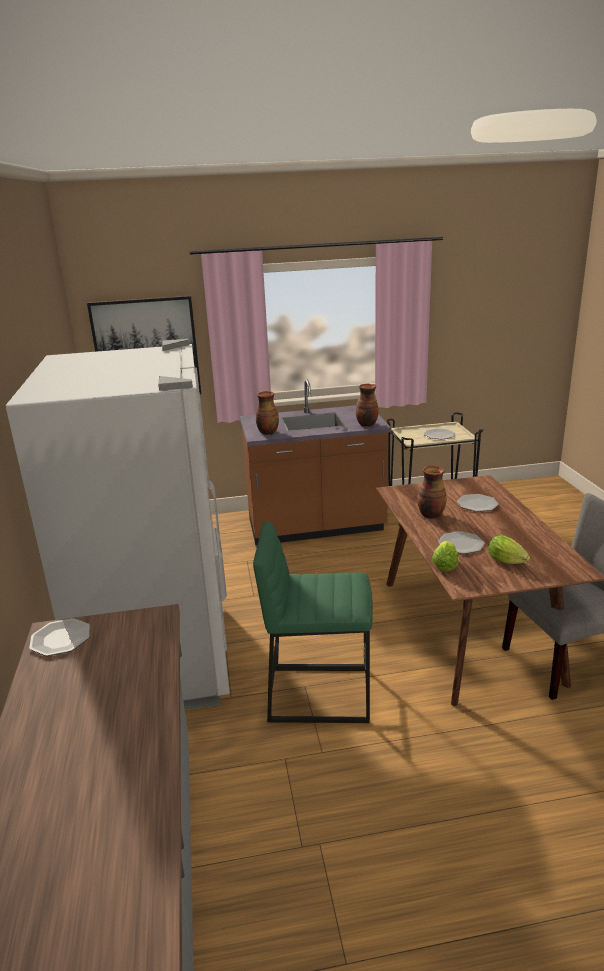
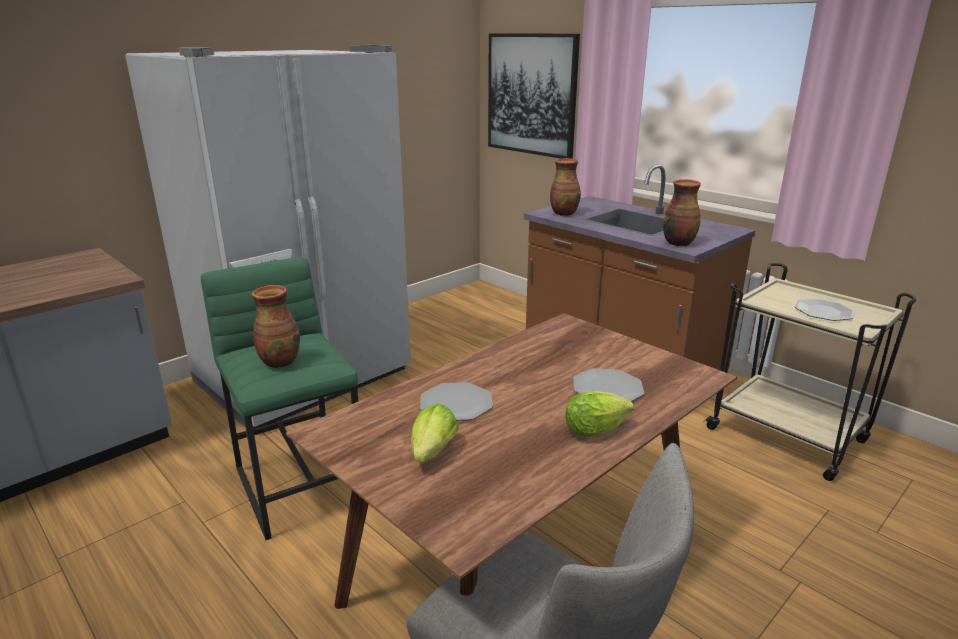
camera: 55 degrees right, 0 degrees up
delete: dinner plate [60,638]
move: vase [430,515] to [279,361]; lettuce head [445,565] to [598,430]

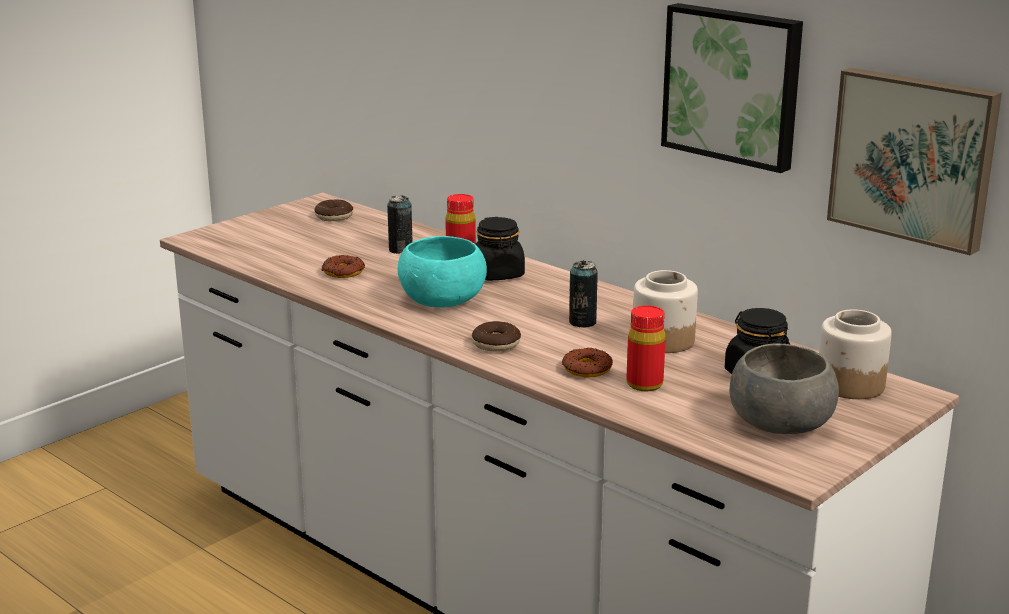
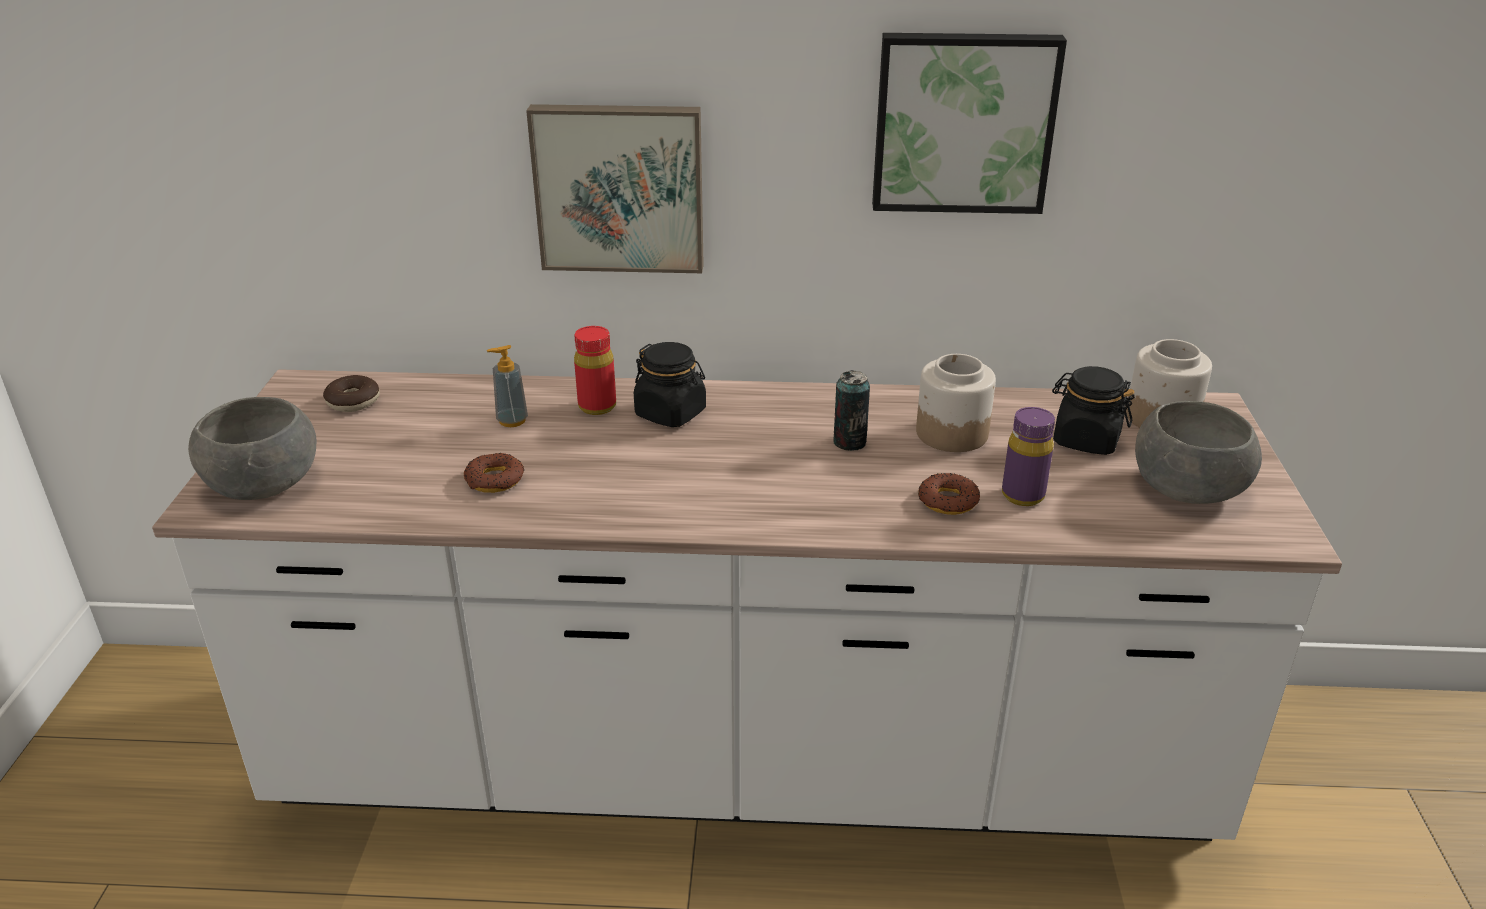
camera: 40 degrees left, 10 degrees up
delete: turquoise bowl [442,300]; donut [496,344]
insert: grey bowl [263,483]
move: wall art [914,157] to [620,187]
replace: sealed can [400,250] to soap bottle [512,420]
recolor: red-coloured drink bottle [644,384] to purplish drink bottle [1023,495]

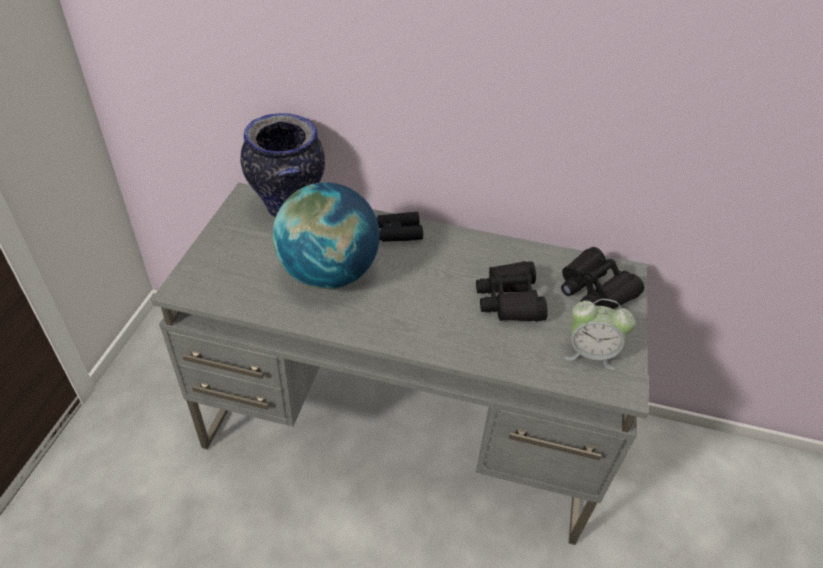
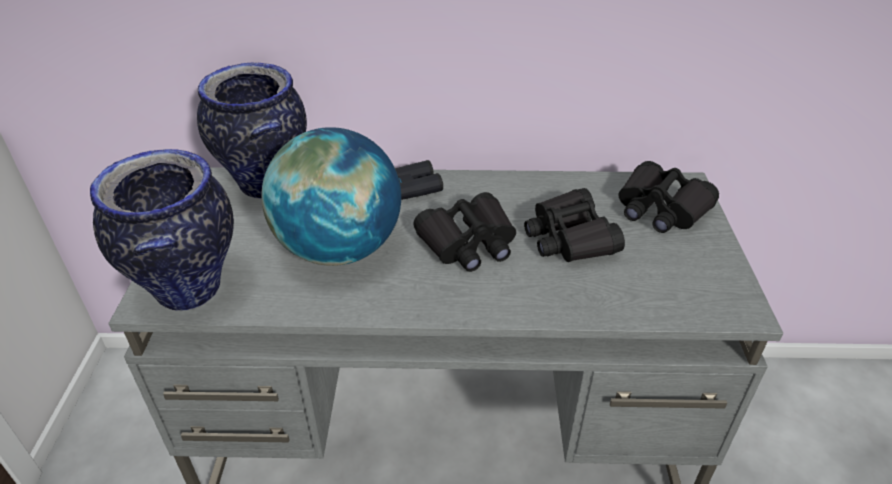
camera: 10 degrees left, 5 degrees down
delete: bedside clock [590,353]
insert: vase [189,292]; black-coloured binoculars [468,243]

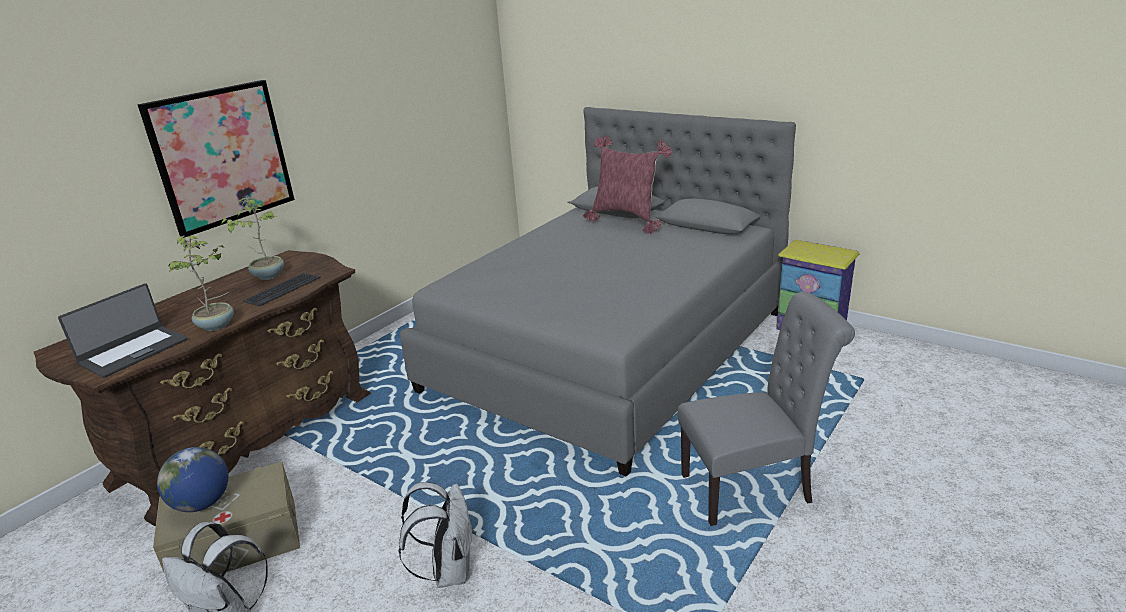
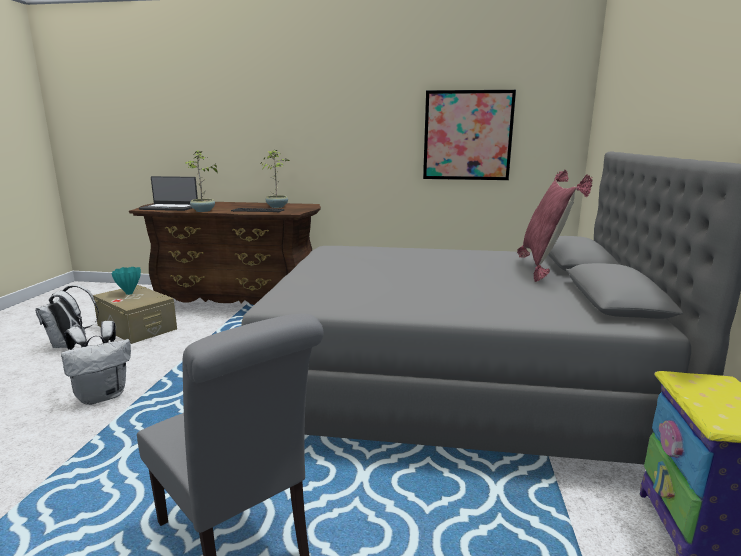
camera: 60 degrees right, 10 degrees down
move: wall art [222,156] to [467,135]
replace: globe [202,503] to turquoise vase [130,293]

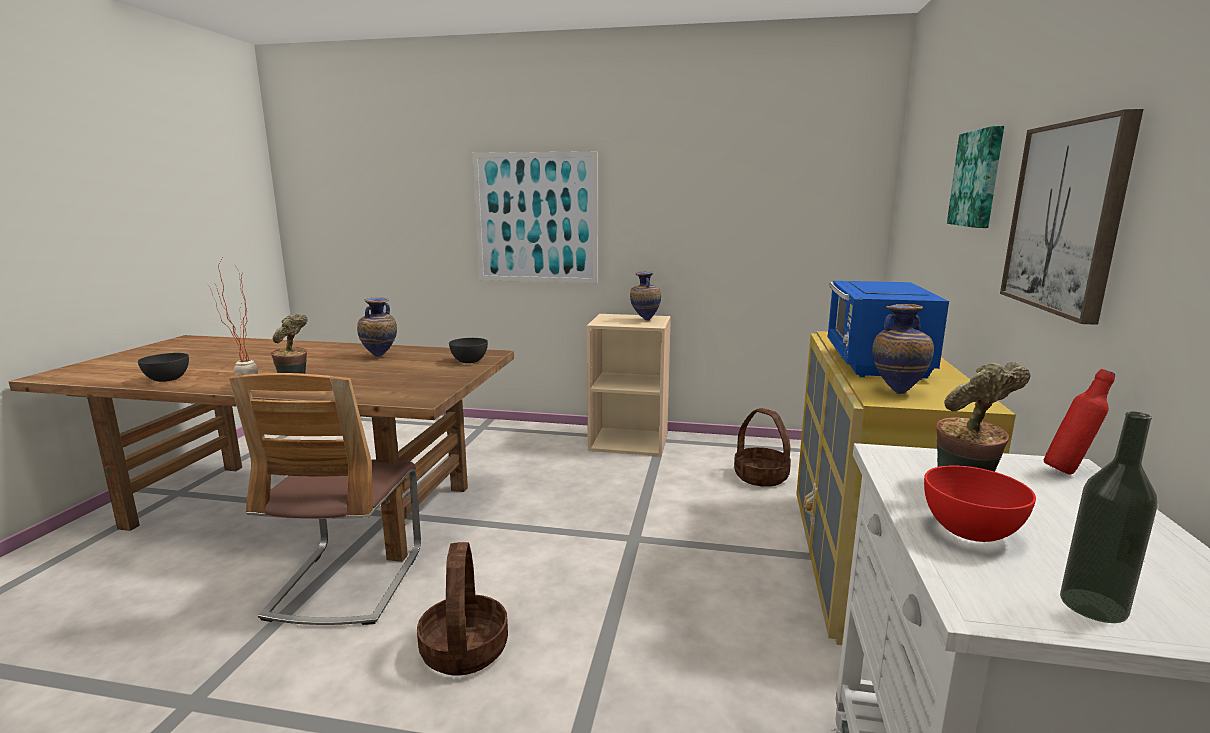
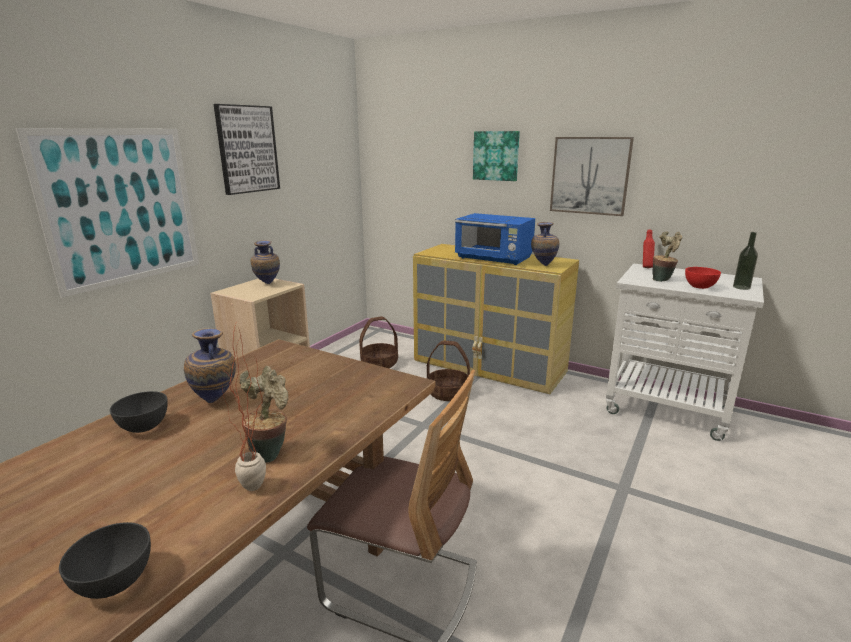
camera: 70 degrees left, 5 degrees up
insert: wall art [247,149]
move: household basket [464,649] to [447,393]; grey bowl [469,361] to [144,427]

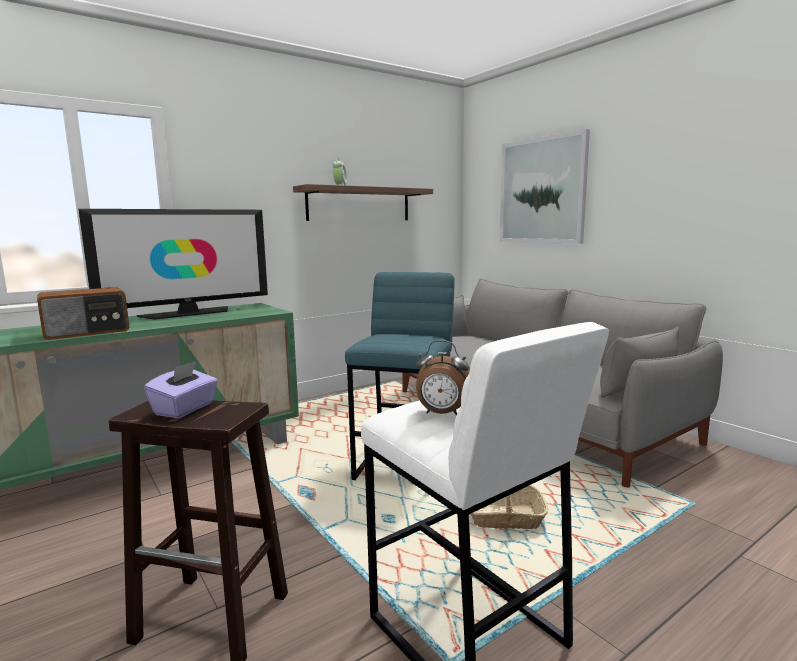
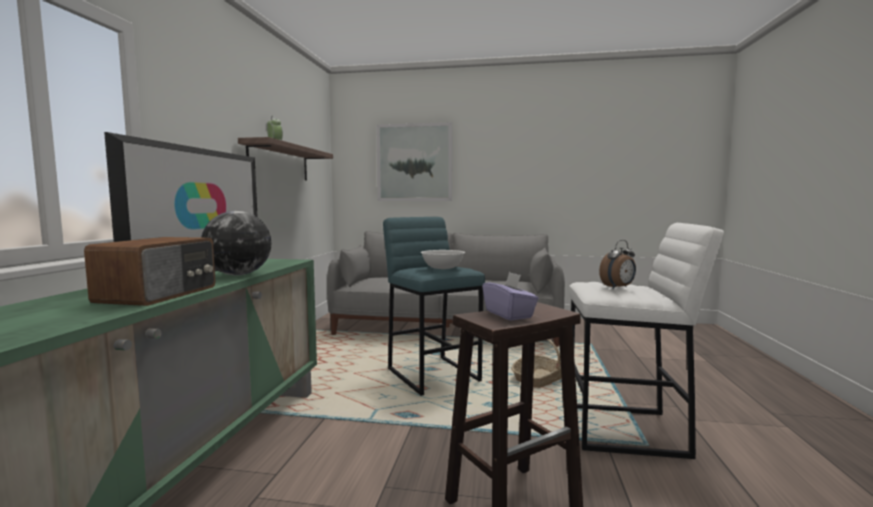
camera: 45 degrees left, 5 degrees down
insert: globe [239,275]; whitish bowl [442,268]

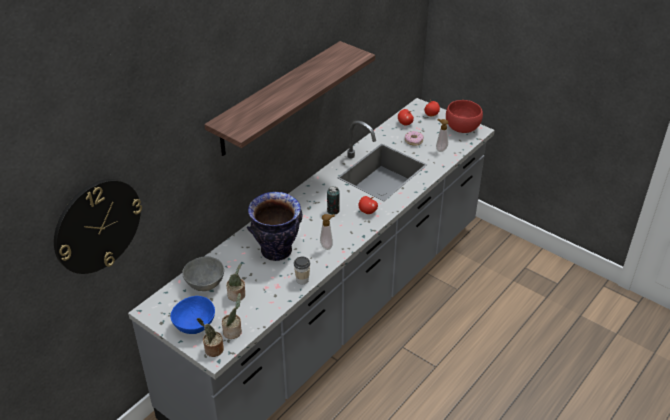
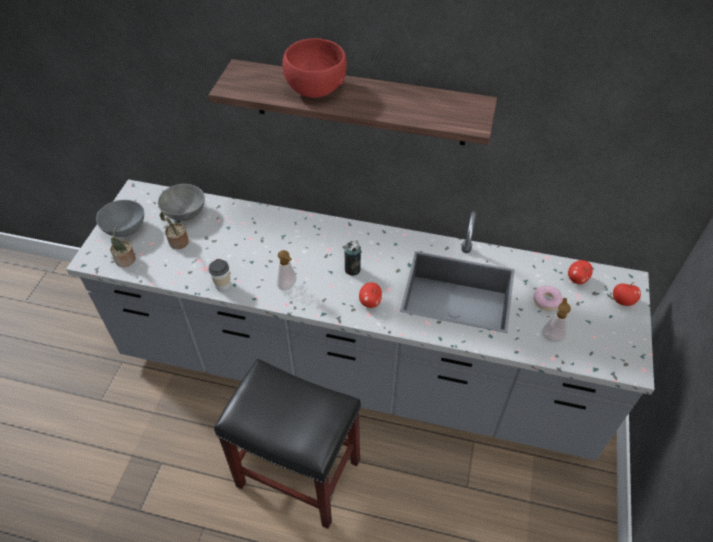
camera: 65 degrees right, 10 degrees up
delete: wall clock [97,225]; plant in a pot [212,350]; vase [277,251]
insert: black-coloured sitting stool [300,472]
move: red-coloured bowl [462,128] to [315,89]
recolor: bluish bowl [196,325] to grey bowl [126,230]

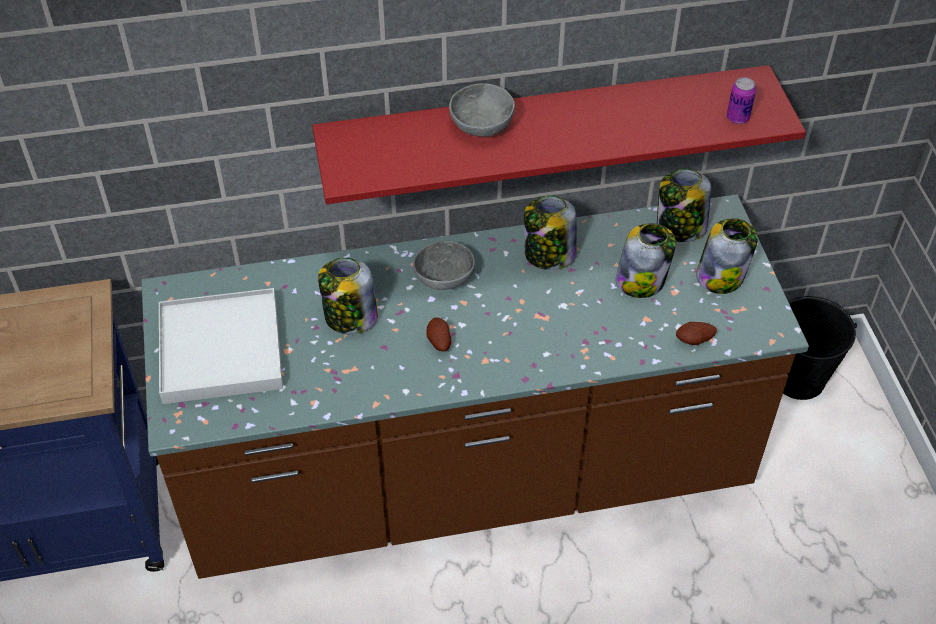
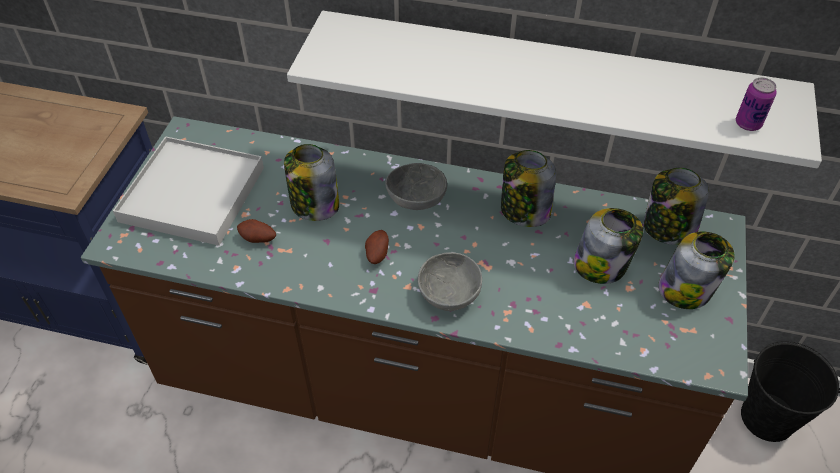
camera: 25 degrees right, 0 degrees up
move: grey bowl [481,126] to [448,294]; spud [694,341] to [257,239]
recolor: red-coloured bracket shelf [544,126] to whitish bracket shelf [550,81]

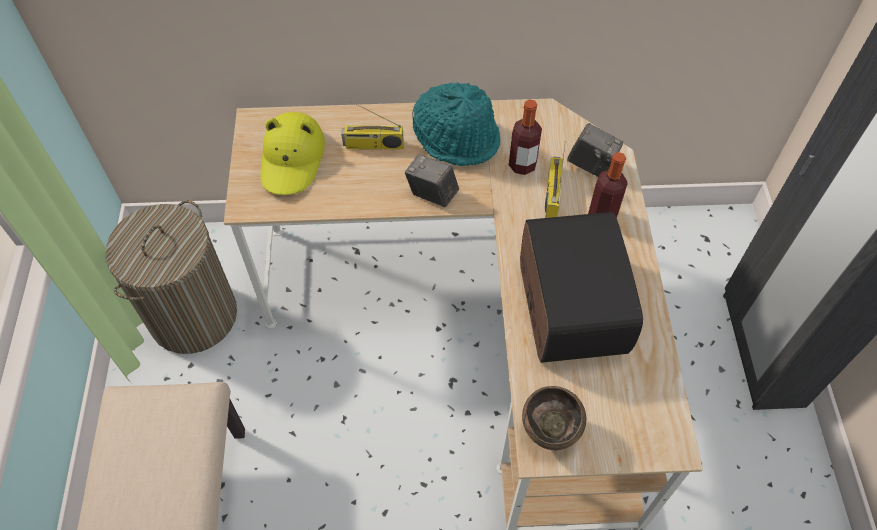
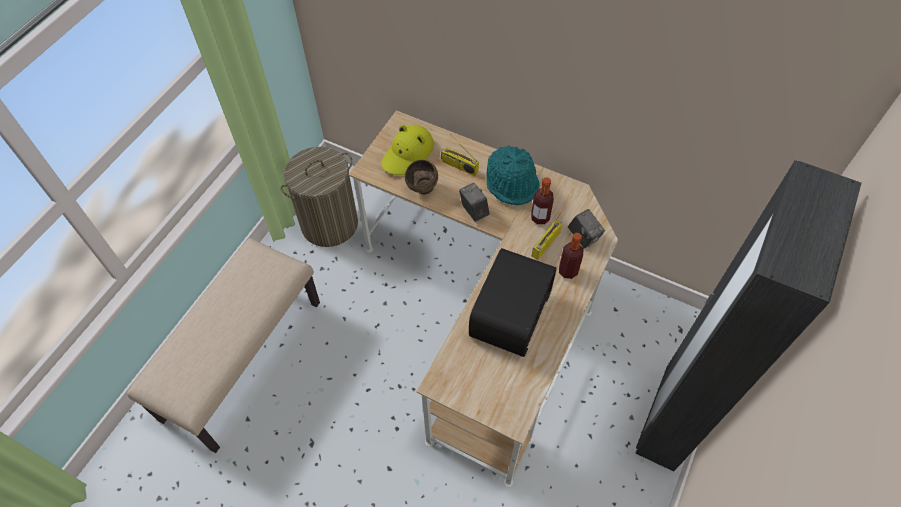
camera: 30 degrees right, 0 degrees up
move: brown-coloured bowl [550,432] to [422,189]

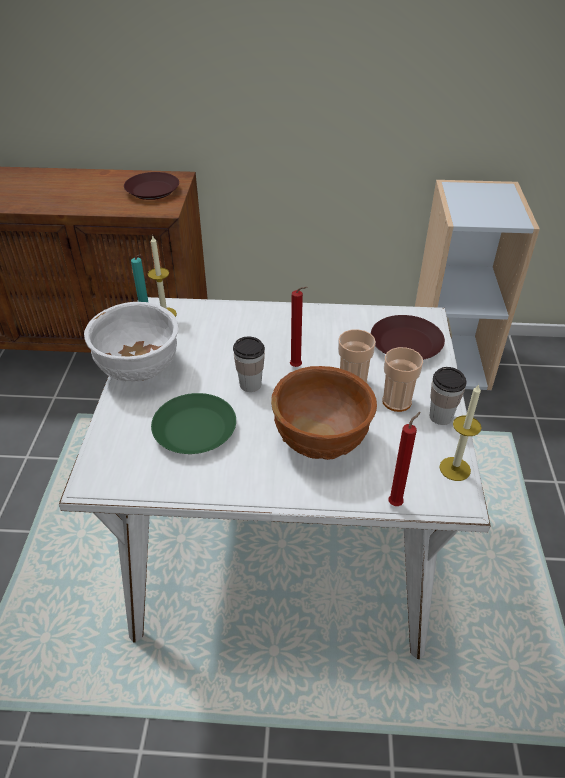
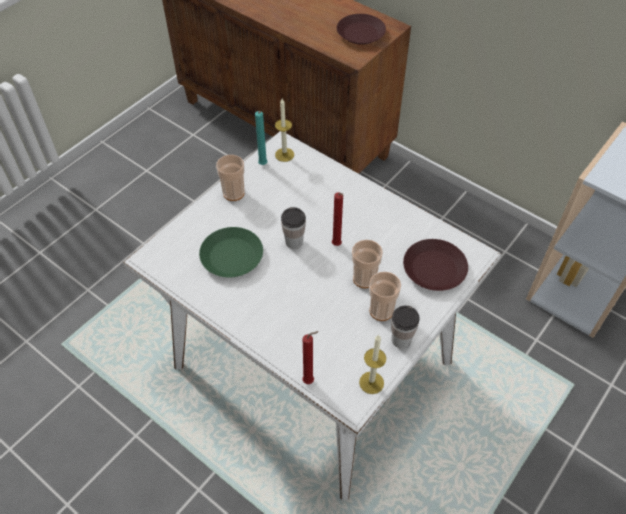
camera: 35 degrees right, 10 degrees up
delete: brown-coloured bowl [322,442]
replace: whitish bowl [139,370] to drinking cup [233,193]

